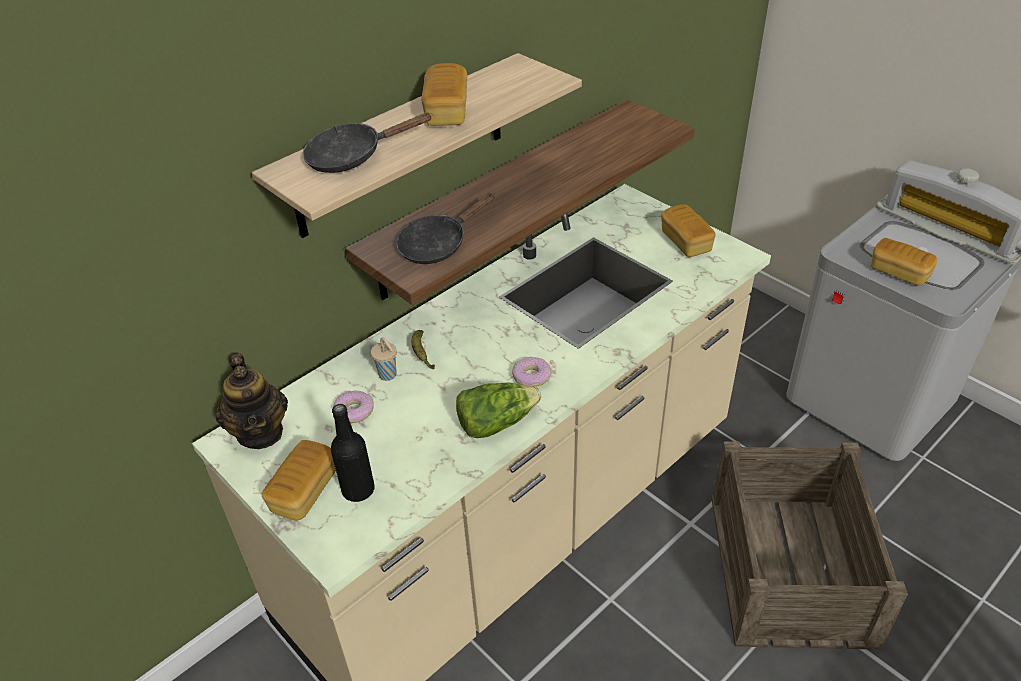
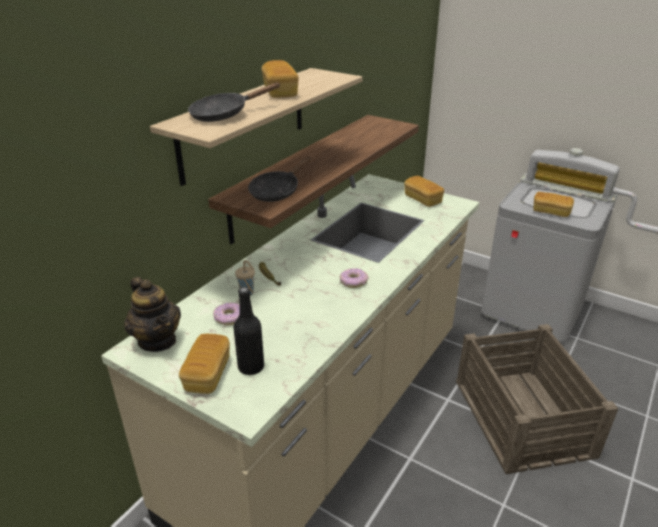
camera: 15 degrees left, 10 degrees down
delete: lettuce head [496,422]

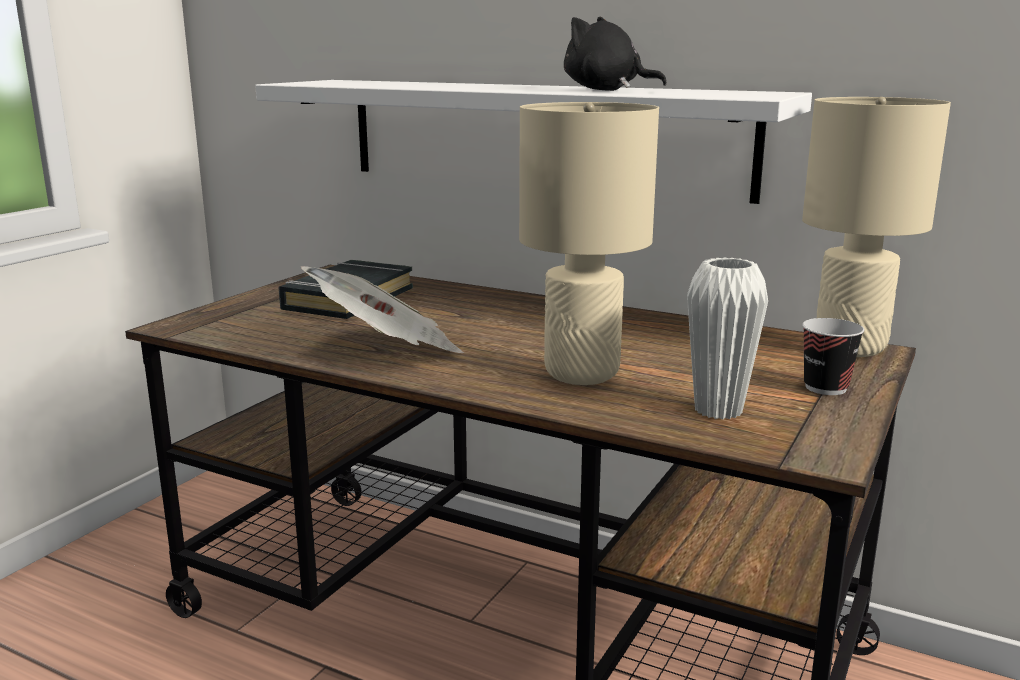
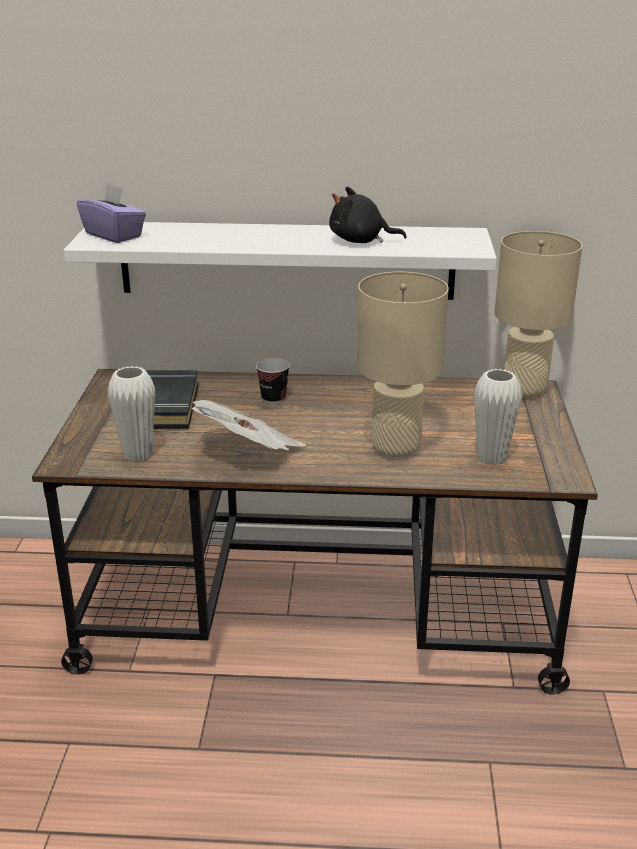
camera: 25 degrees left, 10 degrees up
insert: purplish tissue holder [114,235]; whitish vase [138,454]
move: drinking cup [825,387] to [273,398]

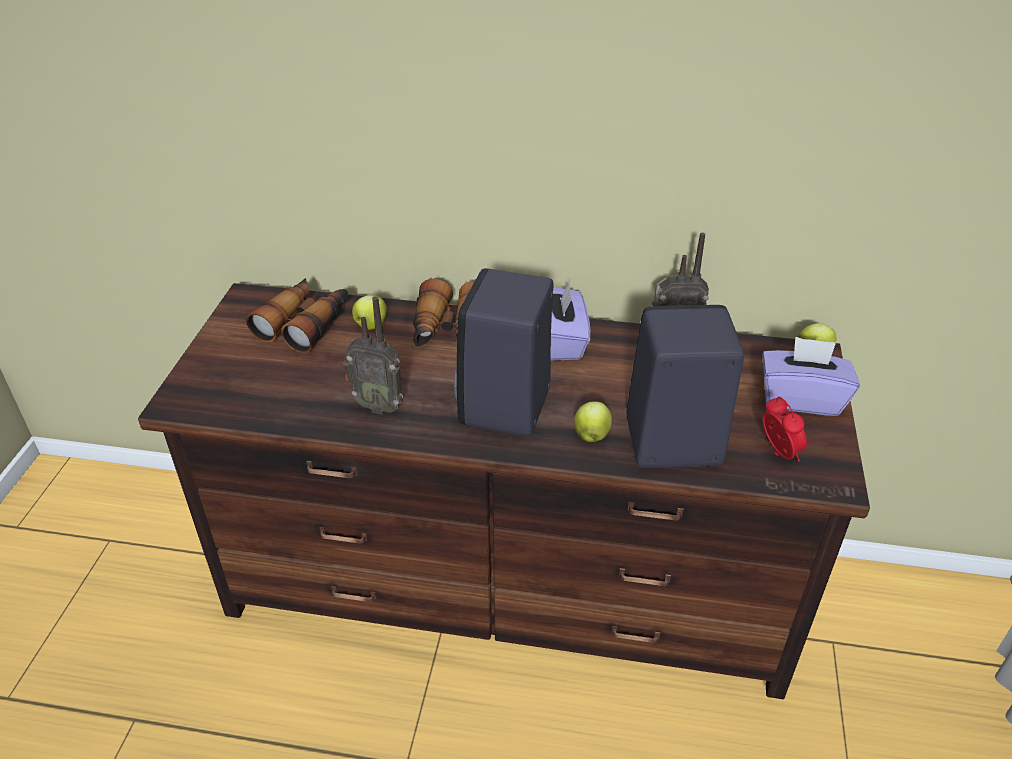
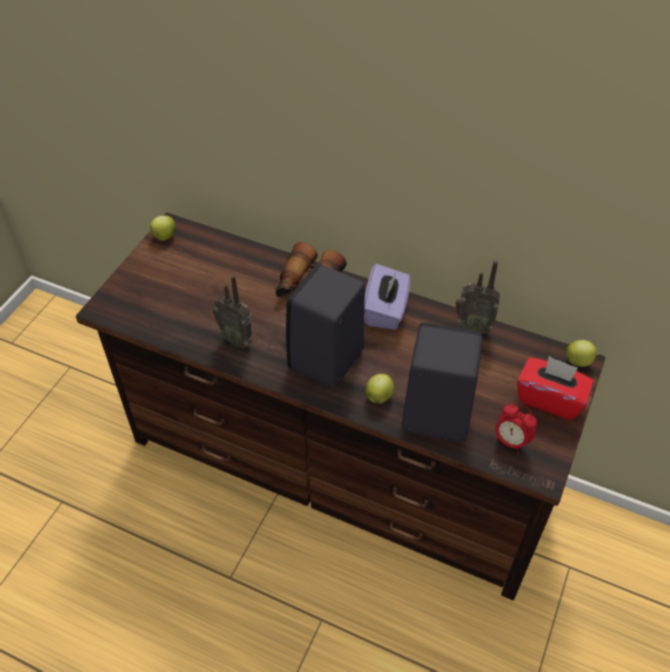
camera: 15 degrees right, 10 degrees up
delete: binoculars [305,323]
move: apple [370,326] to [164,237]
recolor: purplish tissue holder [800,398] to red-coloured tissue holder [549,399]
rotate: bedside clock [778,453] = [510,441] 135 degrees clockwise

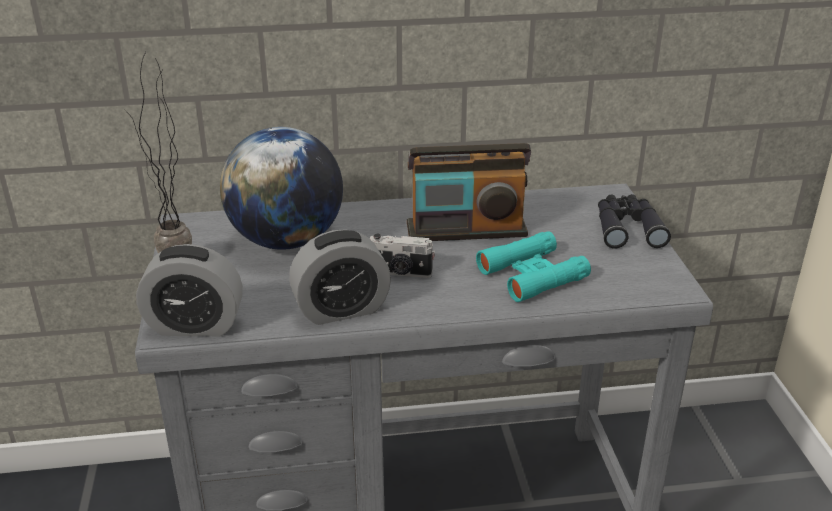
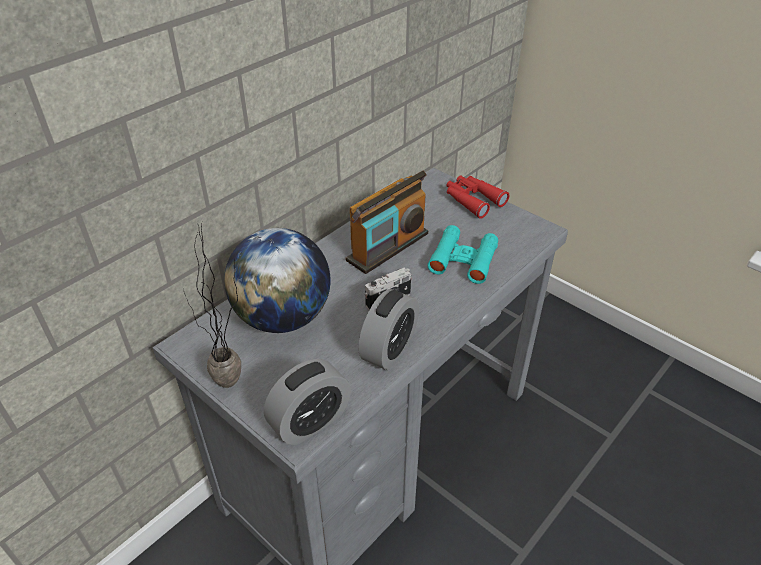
camera: 40 degrees left, 10 degrees up
recolor: black-coloured binoculars [627,228] to red-coloured binoculars [472,200]

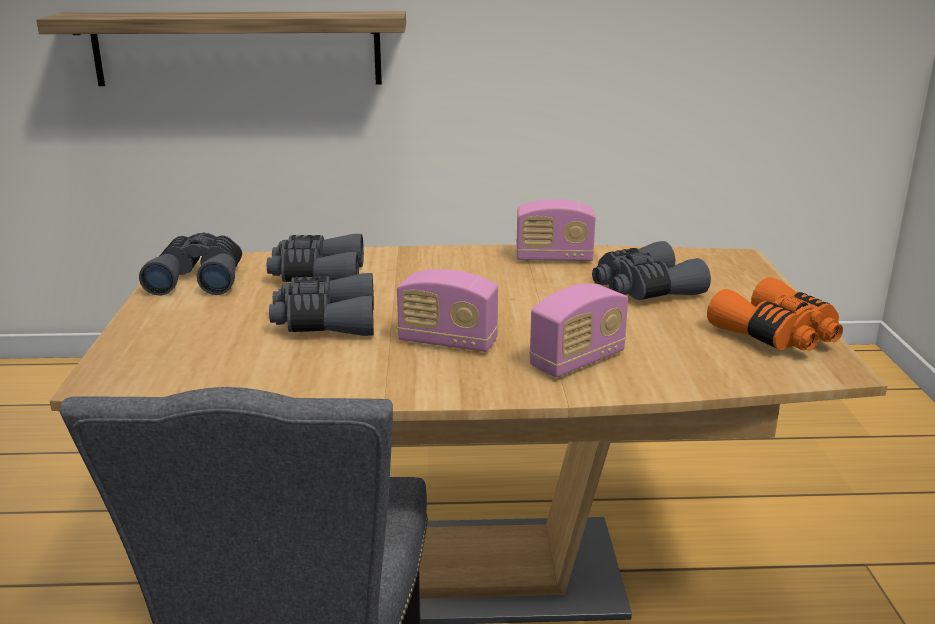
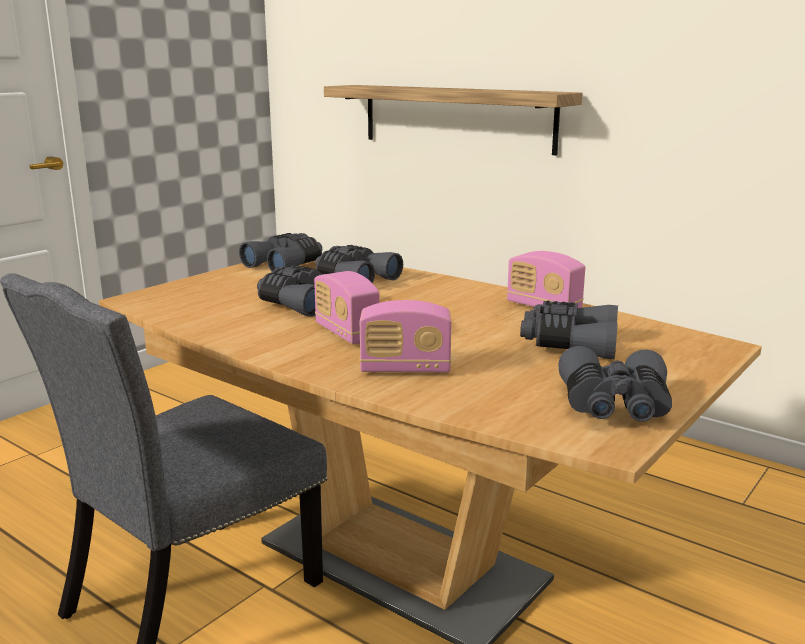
camera: 40 degrees right, 5 degrees down
recolor: orangey binoculars [777,335] to grey binoculars [614,406]

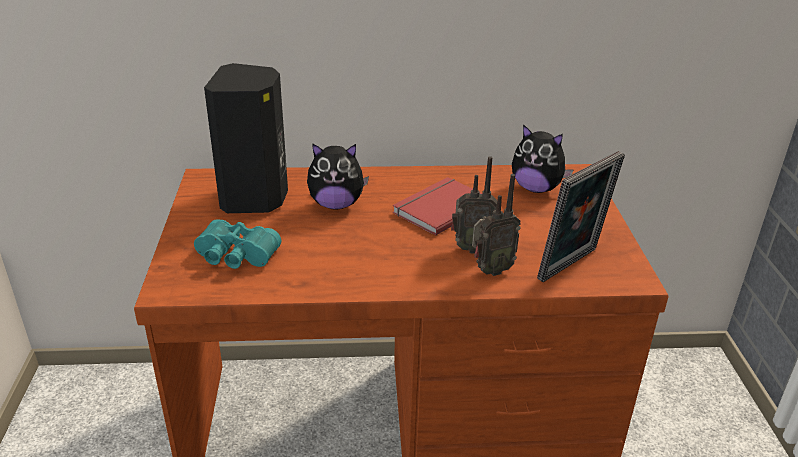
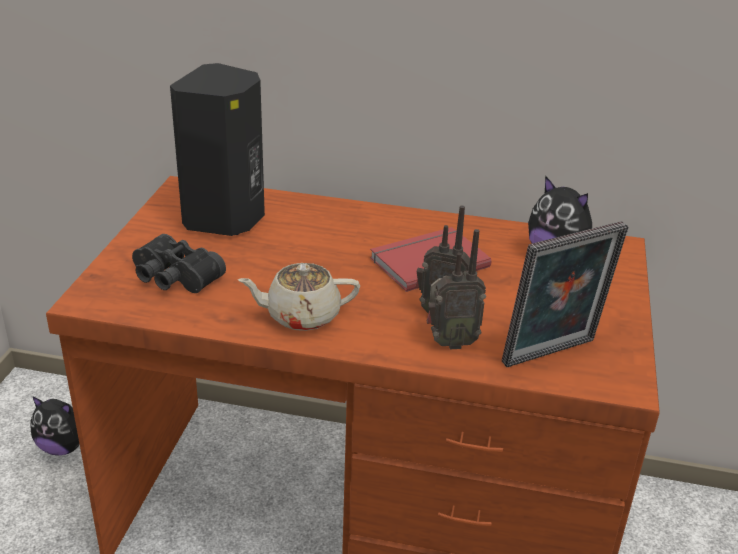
camera: 15 degrees right, 0 degrees up
insert: beige-coloured teapot [301,316]
move: soft toy [336,204] to [63,447]
recolor: turquoise binoculars [235,257] to black-coloured binoculars [173,278]

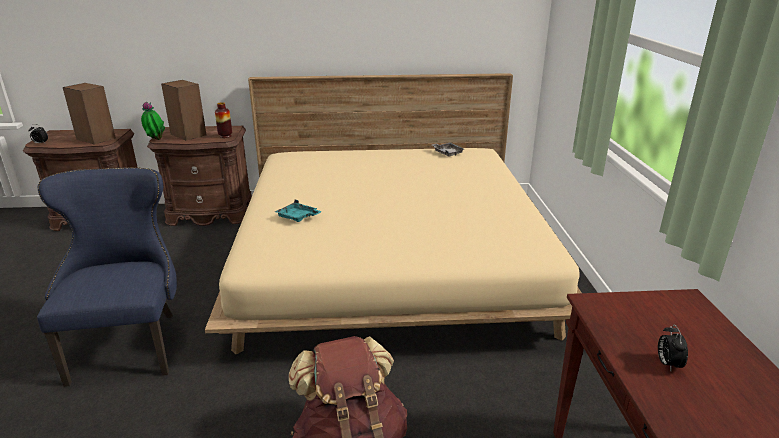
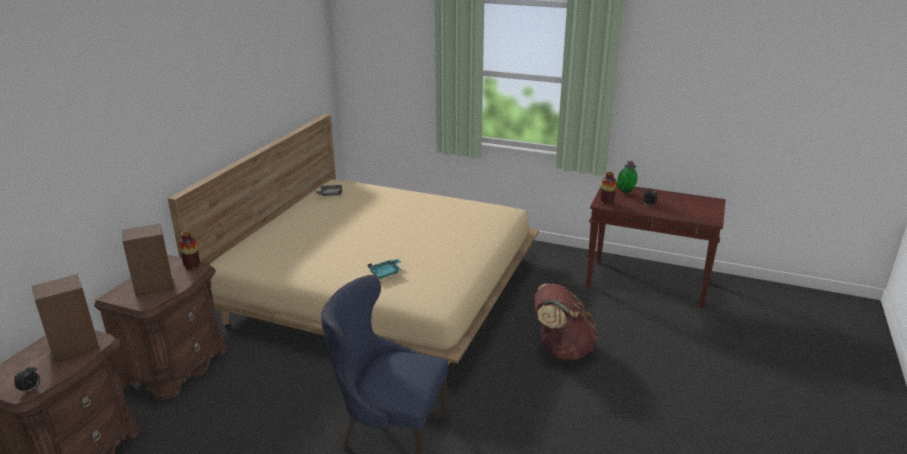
camera: 65 degrees left, 0 degrees up
insert: vase [606,203]
move: plant in a pot [155,140] to [625,194]

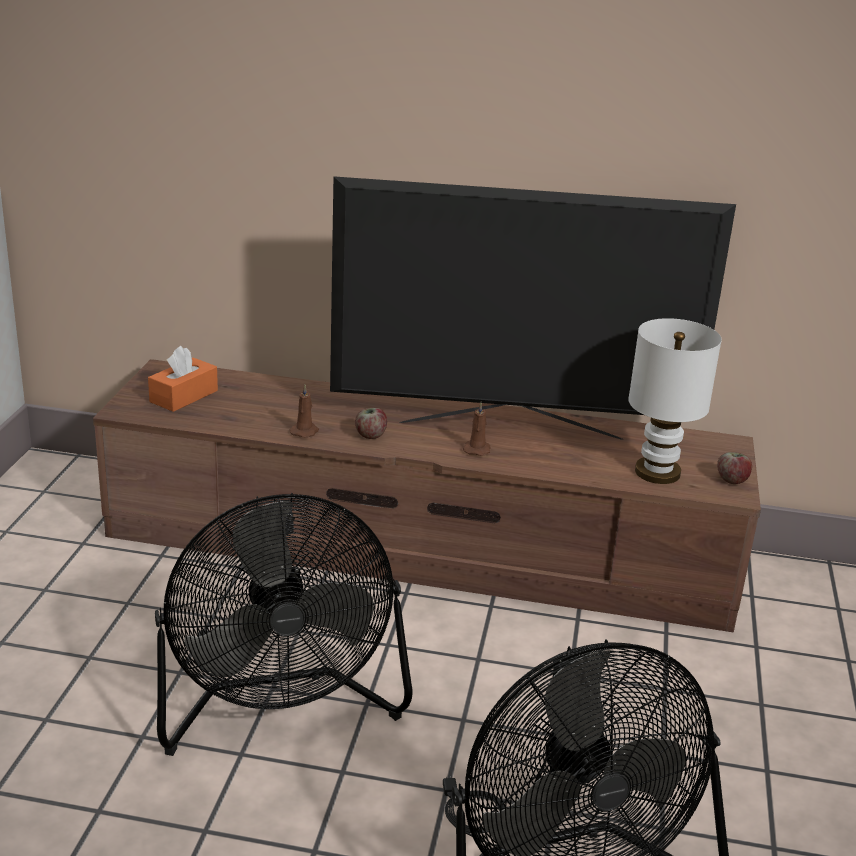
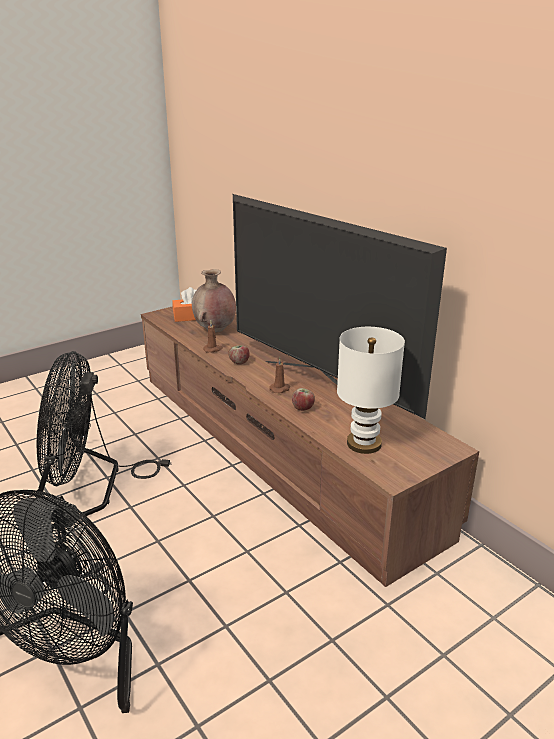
camera: 45 degrees right, 0 degrees up
insert: brown-coloured vase [215,330]
move: apple [732,480] to [303,408]
rotate: black-coloured fan [269,705] = [93,484] 60 degrees clockwise

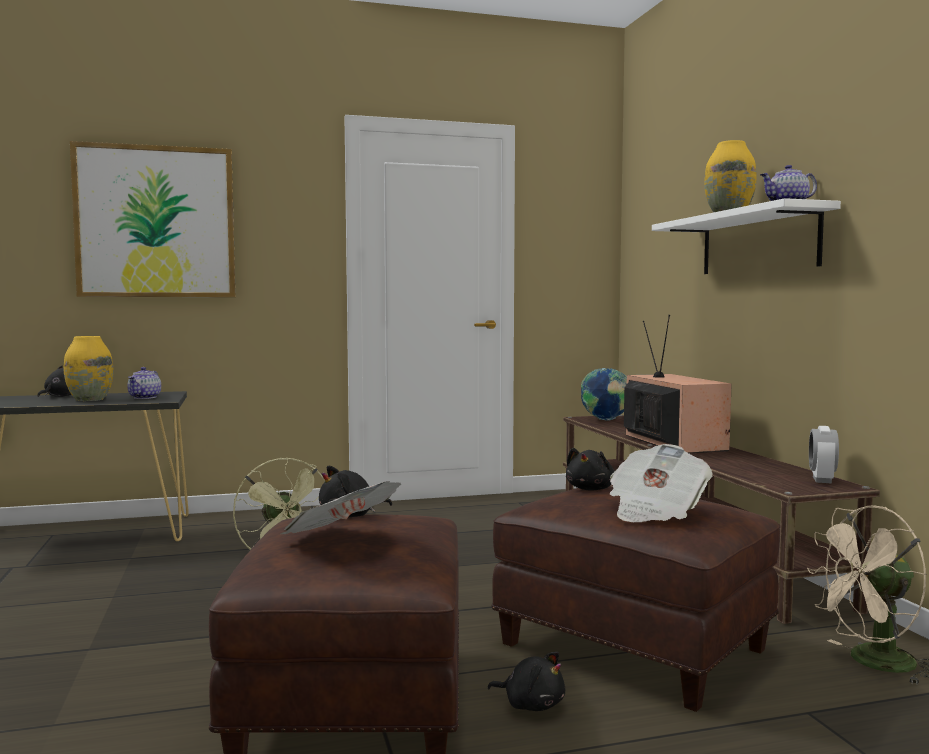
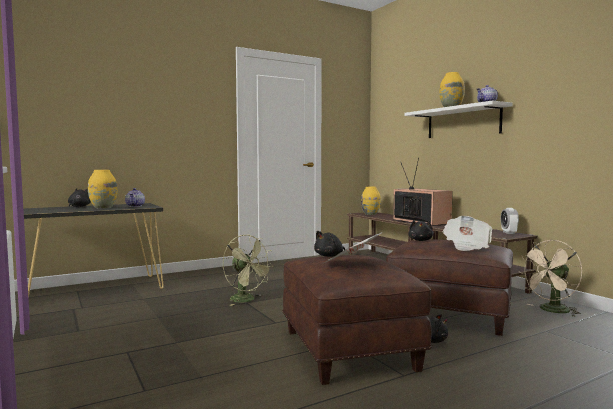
camera: 15 degrees left, 0 degrees up
delete: wall art [156,222]
replace: globe [605,420] to yellowish vase [370,214]

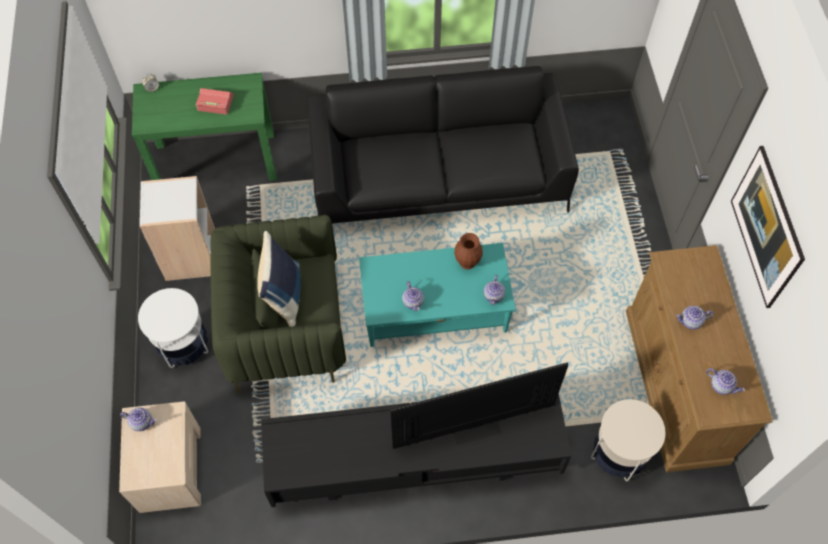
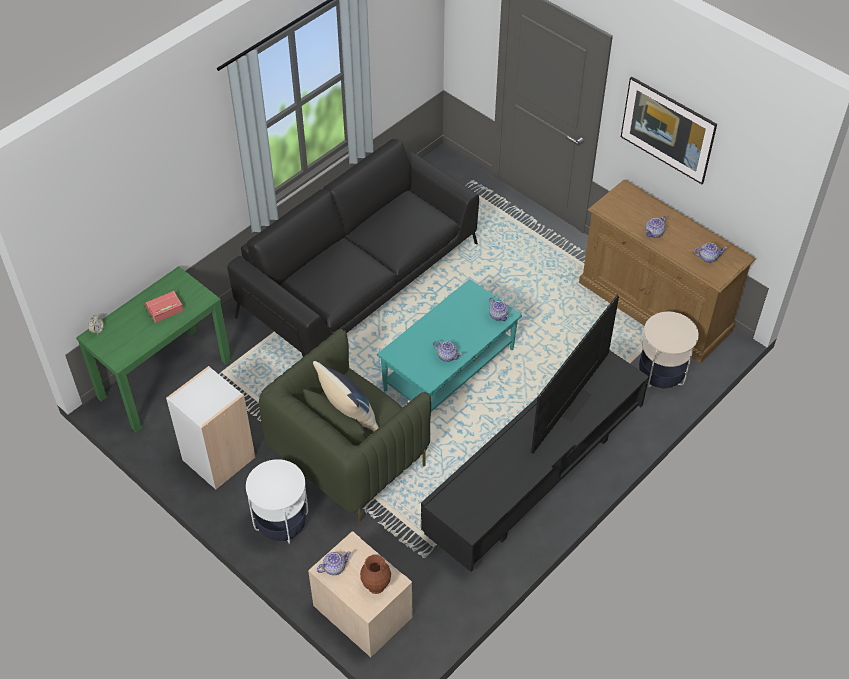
camera: 40 degrees left, 10 degrees down
move: brown-coloured vase [468,262] to [377,585]

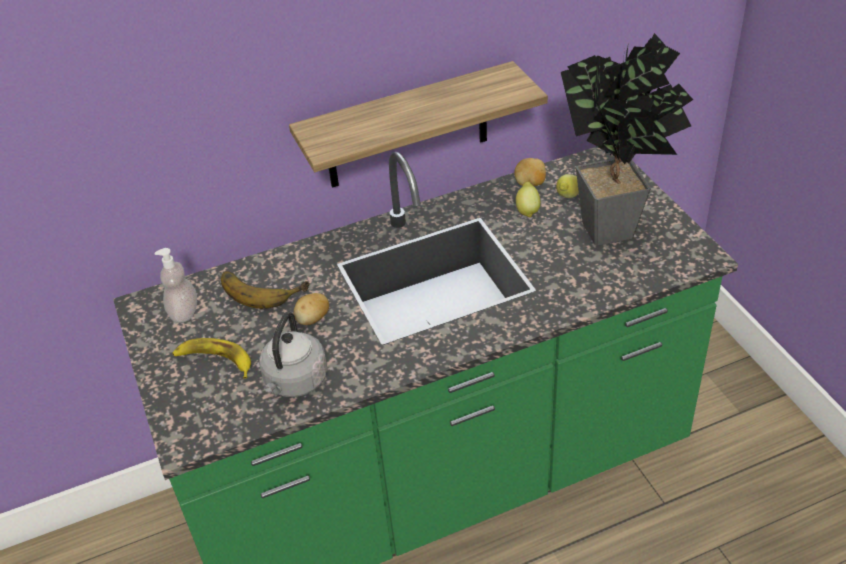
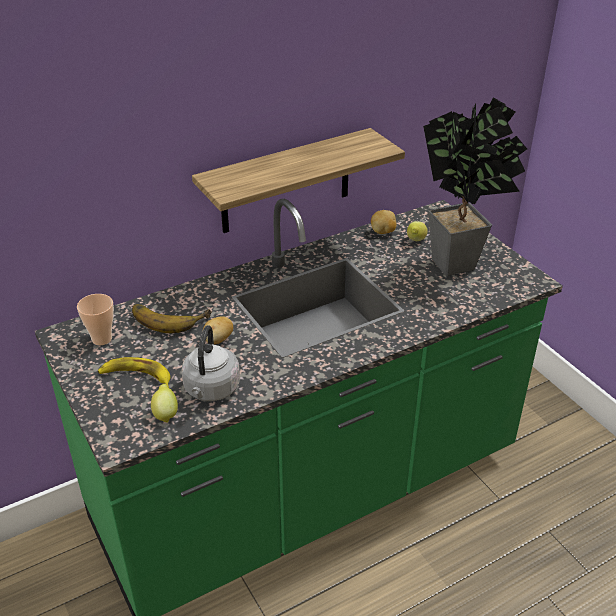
camera: 10 degrees left, 5 degrees down
move: lemon [527,210] to [165,413]
replace: soap bottle [184,312] to drinking cup [102,339]

